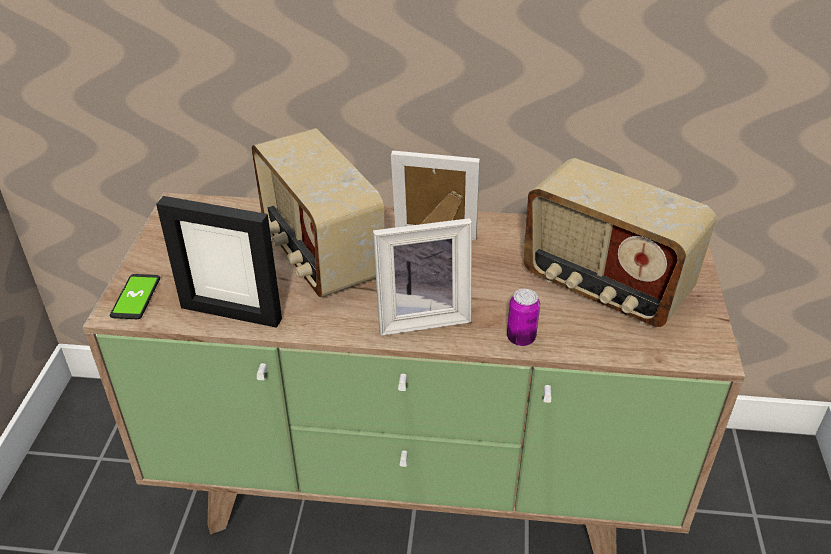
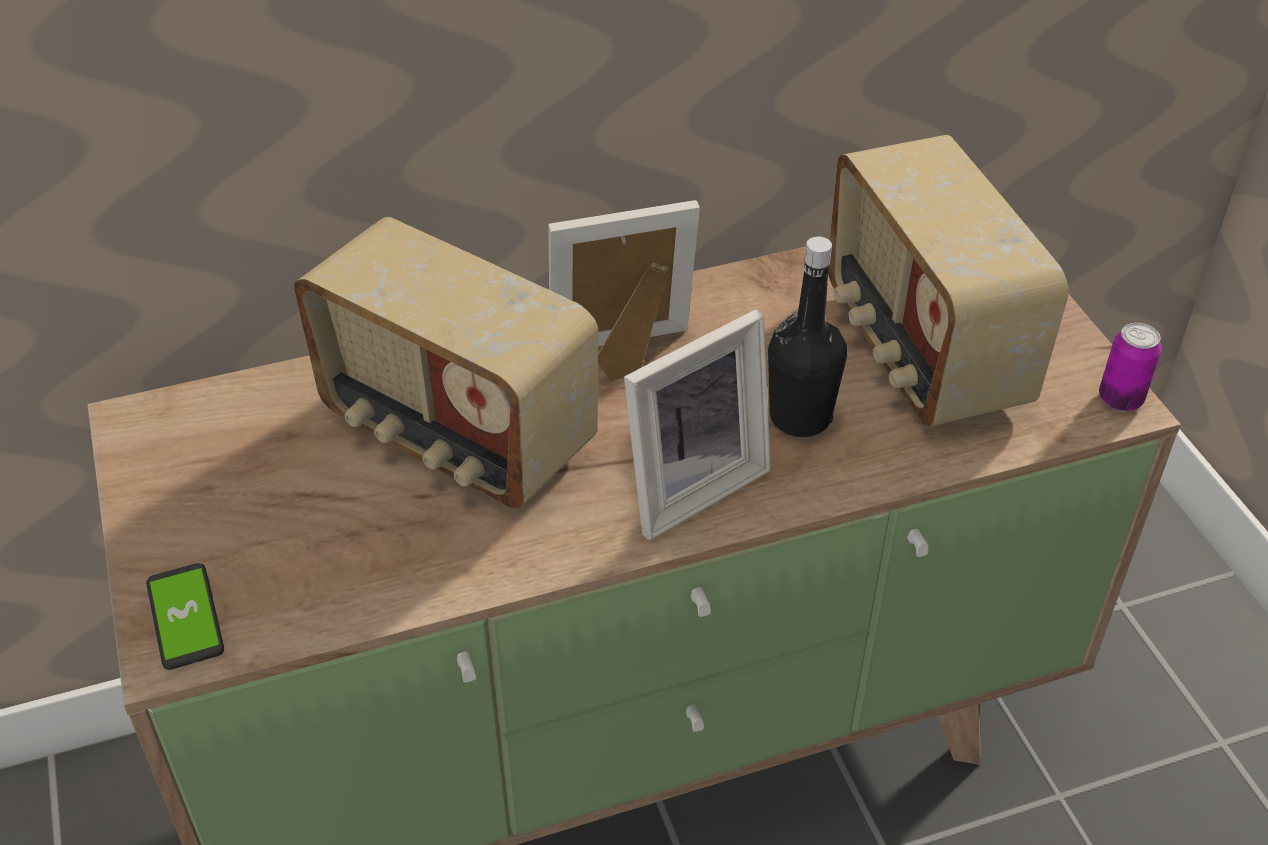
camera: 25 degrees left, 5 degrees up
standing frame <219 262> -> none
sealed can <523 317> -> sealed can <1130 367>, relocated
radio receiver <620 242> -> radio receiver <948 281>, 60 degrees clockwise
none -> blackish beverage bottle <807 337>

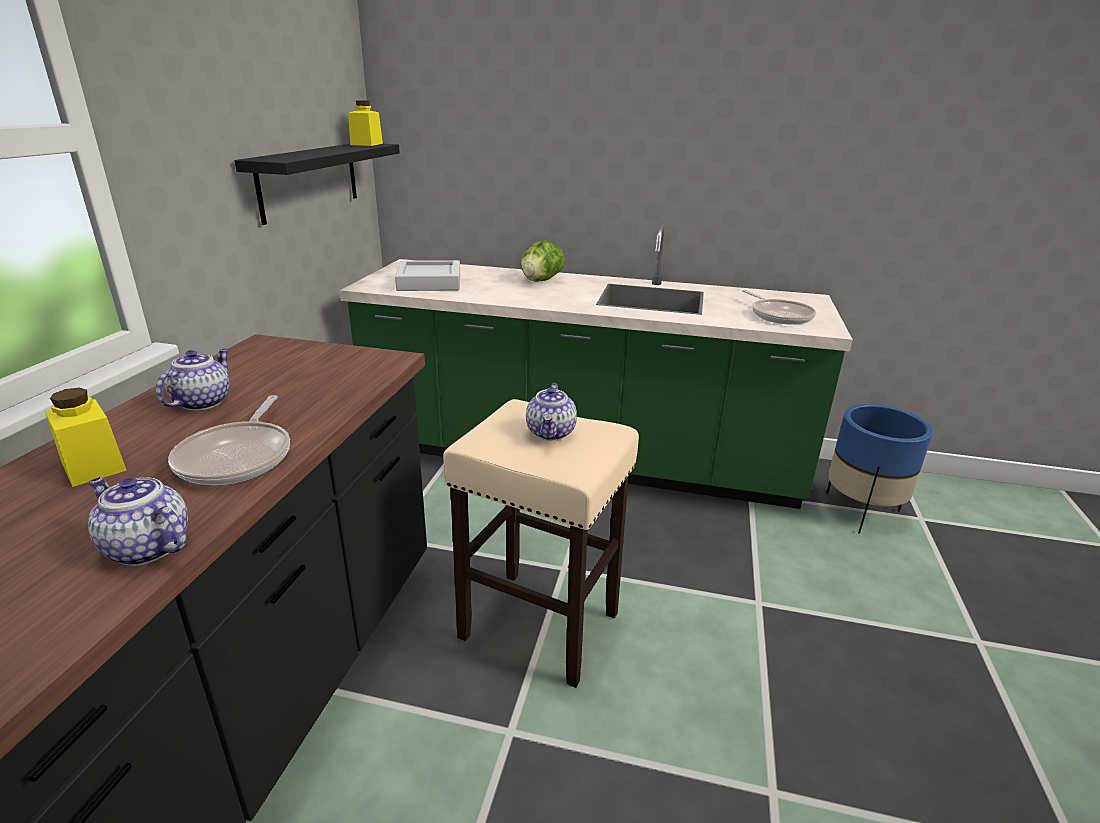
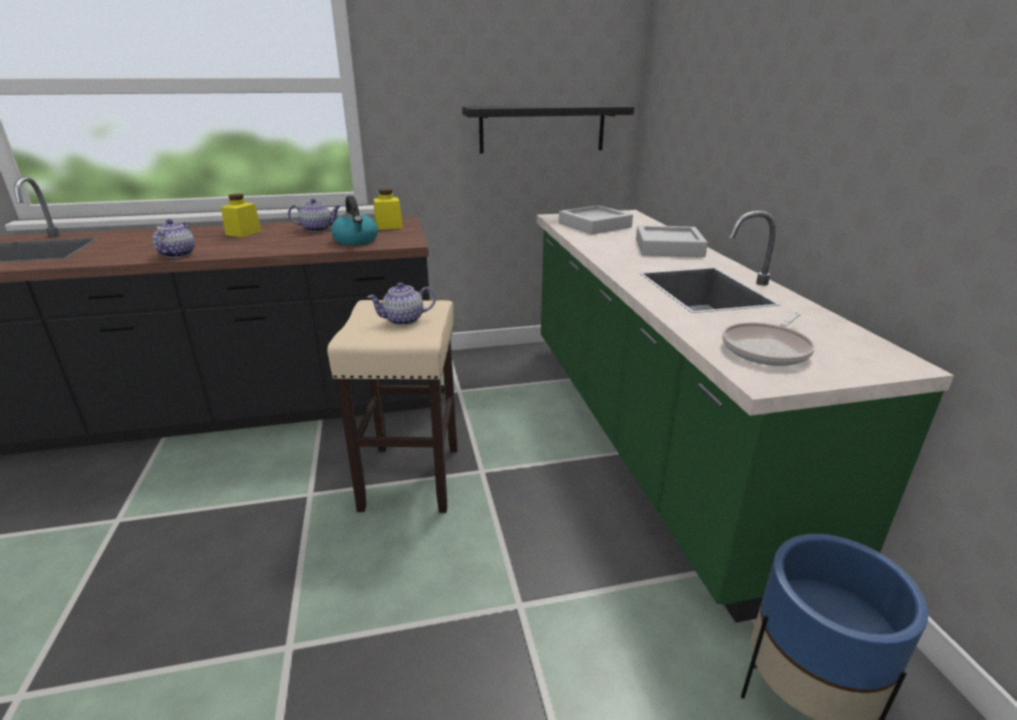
camera: 65 degrees right, 0 degrees up
skillet <229 440> -> none
yellow storage jar <365 123> -> yellow storage jar <388 209>, relocated
lettuce <543 261> -> gray carrying tray <672 241>
none -> water kettle <354 220>

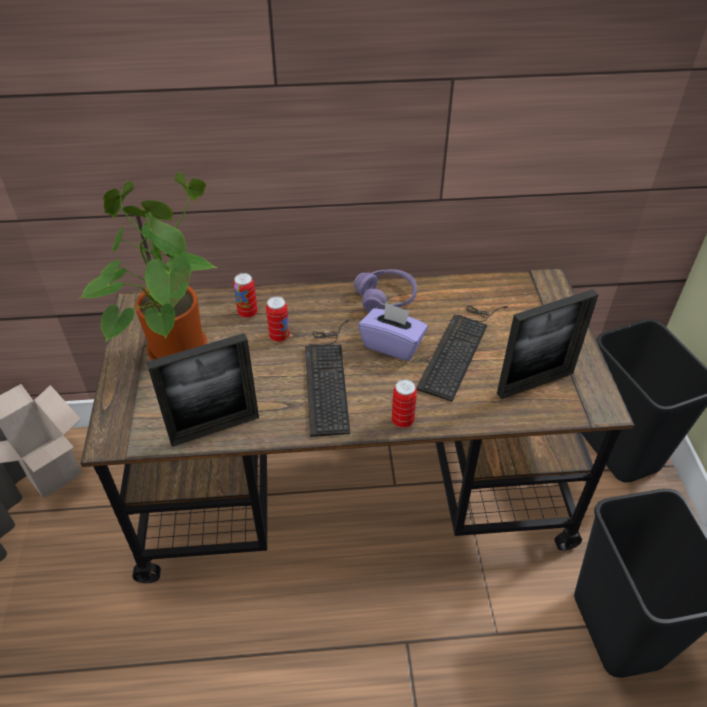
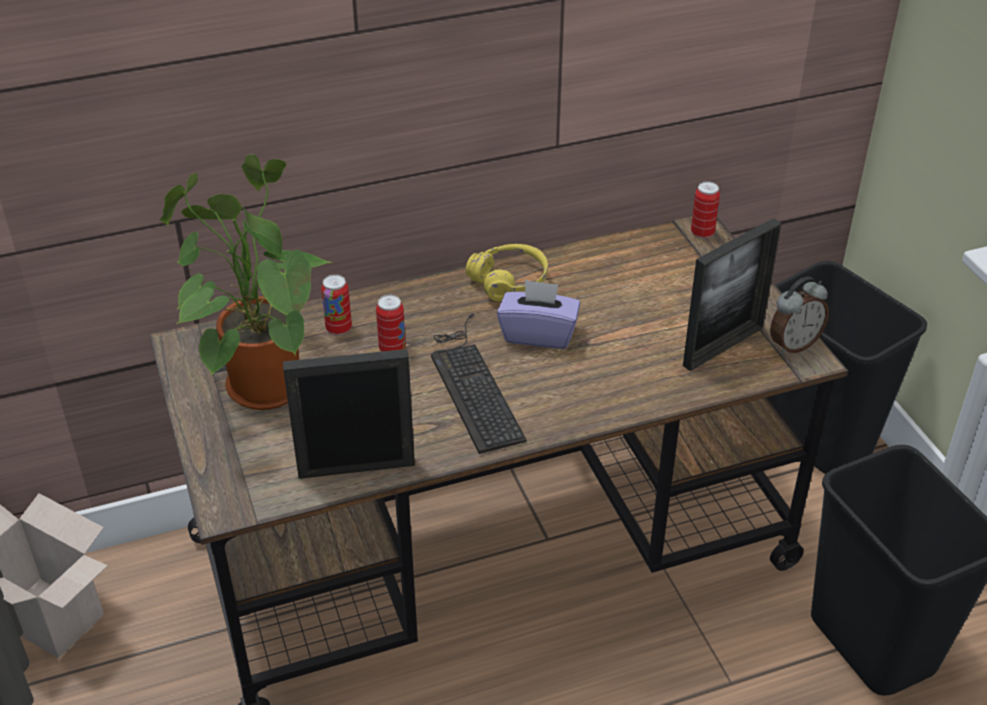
camera: 15 degrees left, 5 degrees down
standing frame <202 390> -> standing frame <349 414>, 150 degrees counterclockwise
purple headset <385 290> -> yellow headset <507 272>
sealed can <404 403> -> sealed can <705 210>, relocated
PC keyboard <462 353> -> none
none -> alarm clock <799 315>

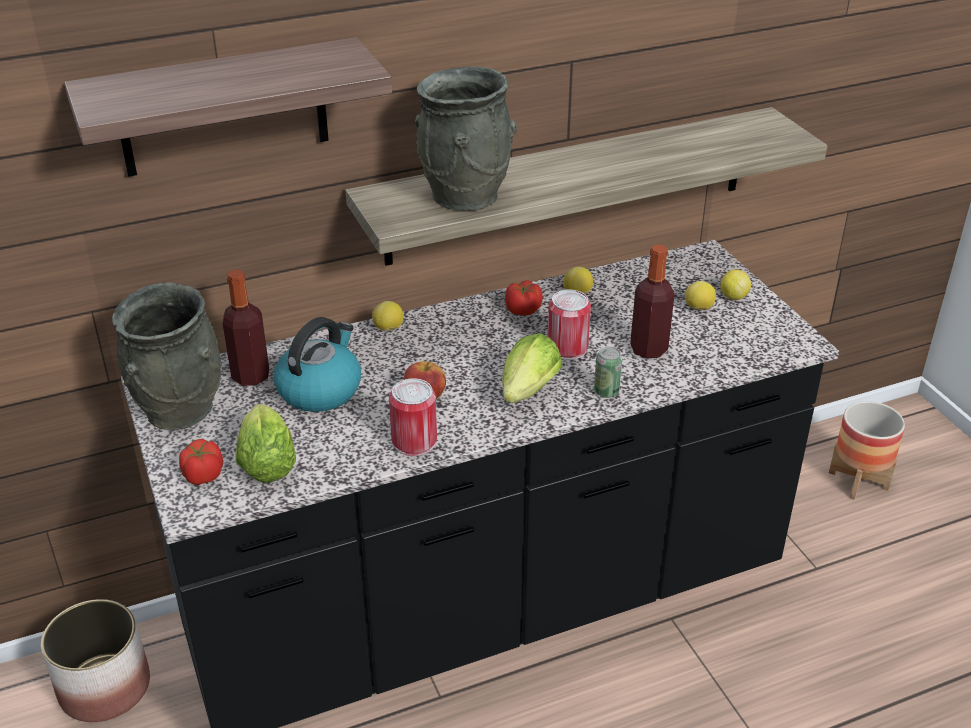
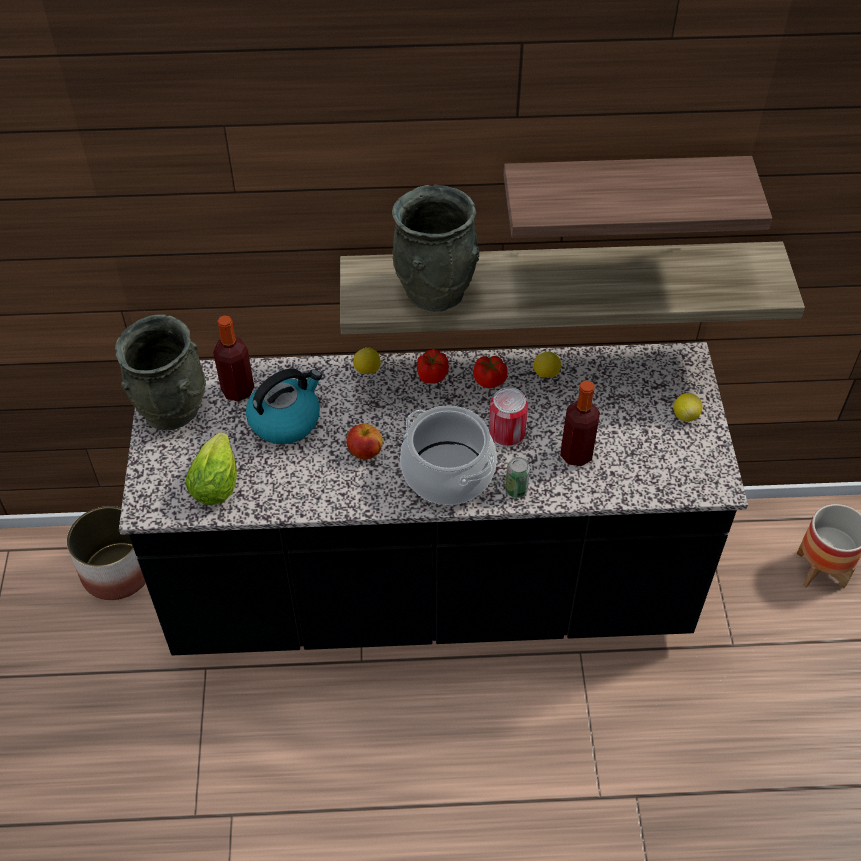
camera: 20 degrees right, 15 degrees up
bracket shelf <228 107> -> bracket shelf <637 197>, relocated
whole tomato <201 462> -> whole tomato <433 366>, relocated
sealed can <413 417> -> none
lettuce <532 368> -> cooking pot <448 455>
lemon <700 295> -> none

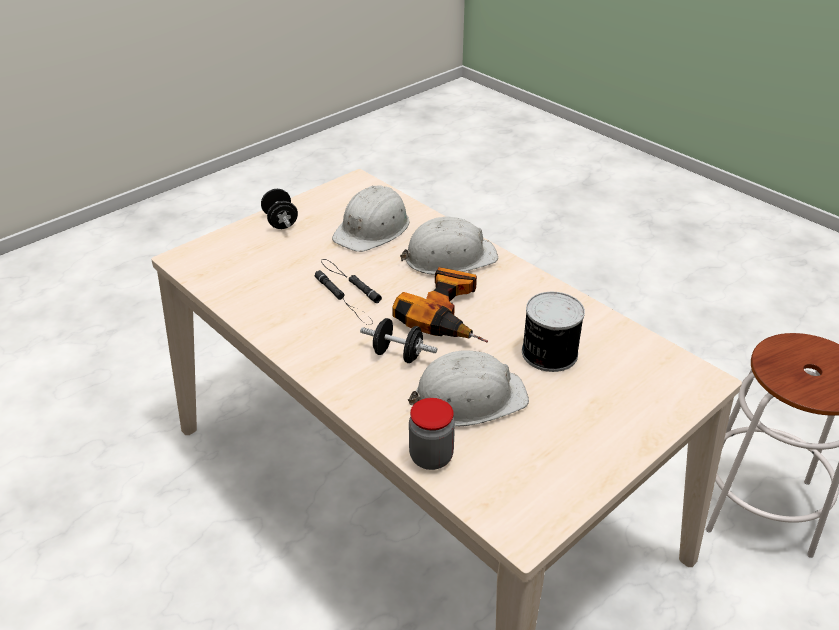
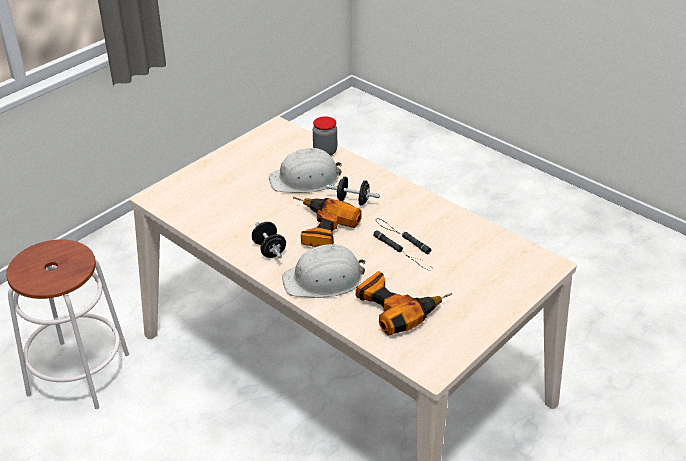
camera: 175 degrees right, 0 degrees up
blackish hand weight <279 209> -> blackish hand weight <269 240>, relocated
white-coloured work helmet <371 218> -> drill <404 303>
sealed can <553 332> -> none

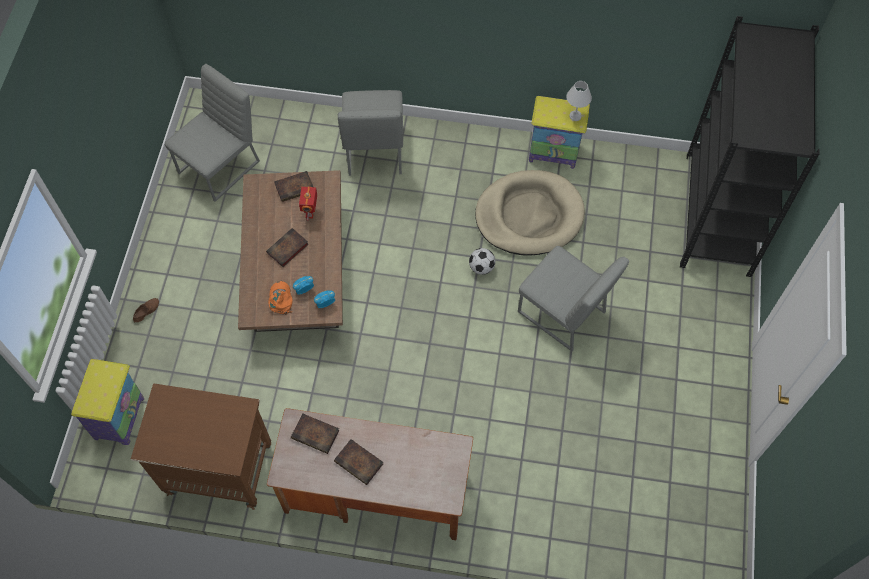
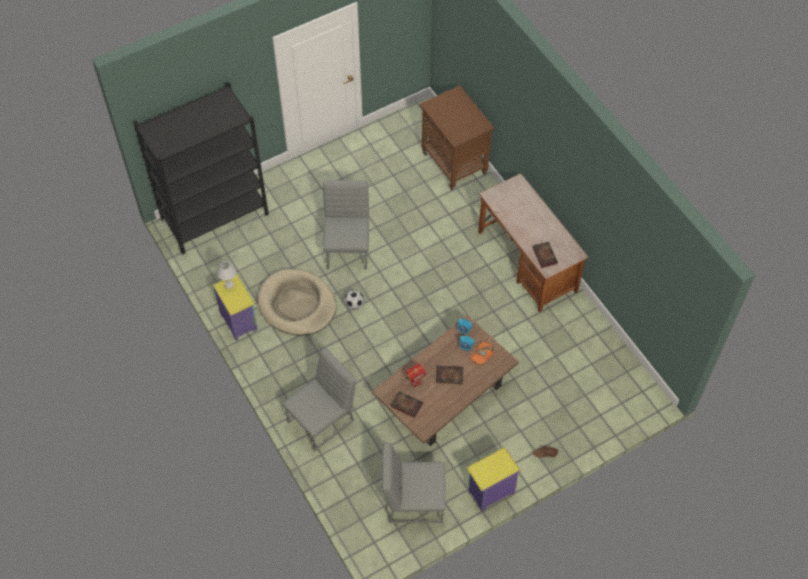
camera: 130 degrees left, 5 degrees down
nightstand <107 402> -> nightstand <493 479>, relocated
brown cart <201 446> -> brown cart <457 138>, relocated
book <358 462> -> none

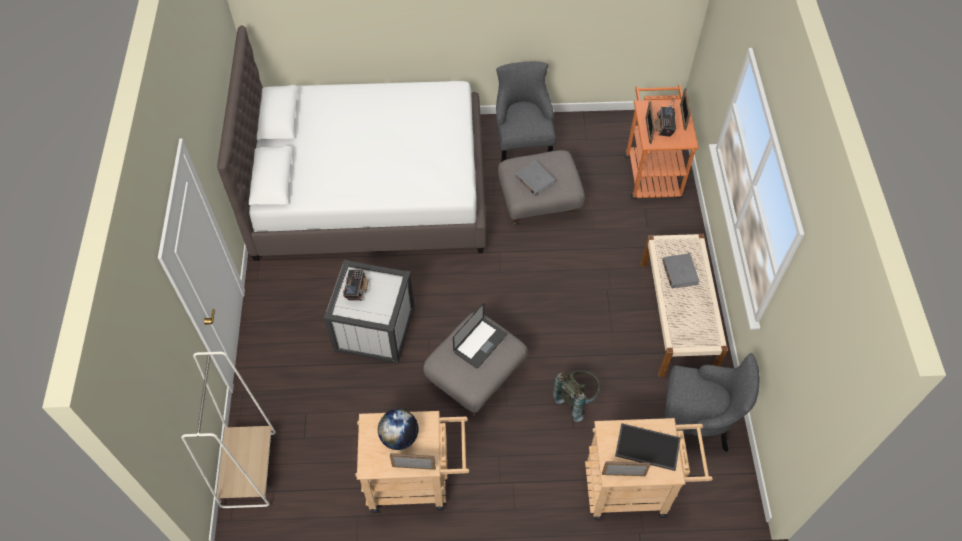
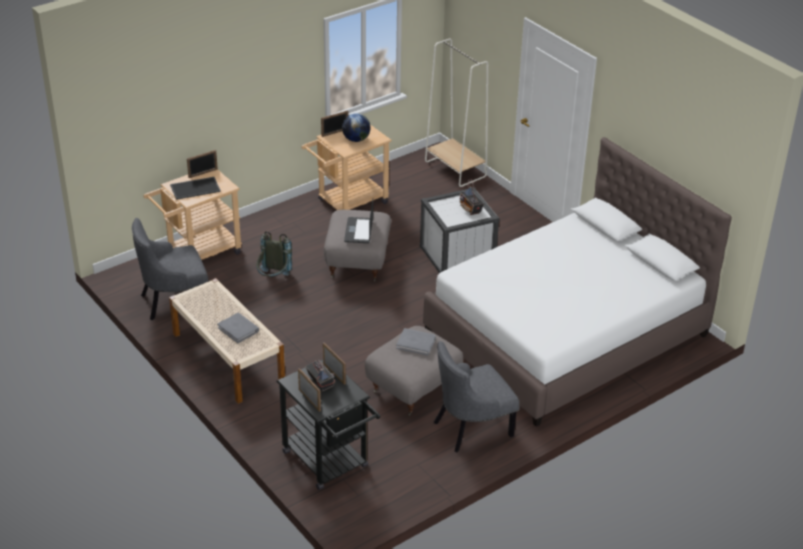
camera: 145 degrees right, 20 degrees down
gray lounge chair <526 112> -> gray lounge chair <477 397>, 105 degrees clockwise
orange-coloured cart <661 142> -> blackish cart <328 424>

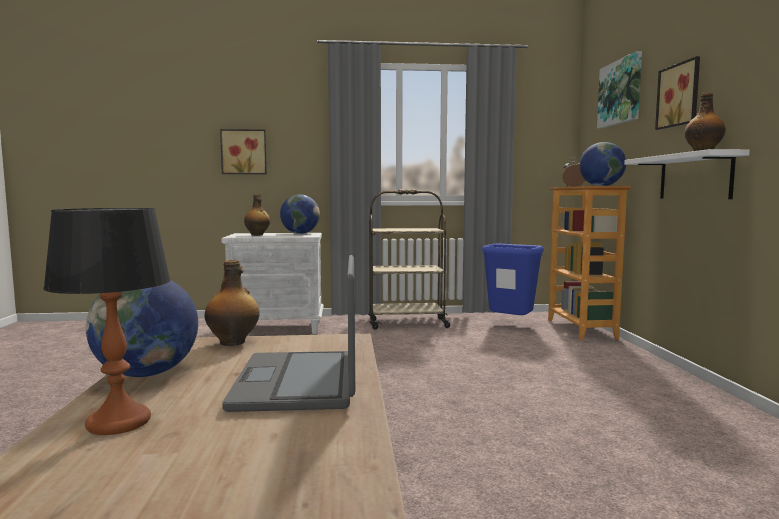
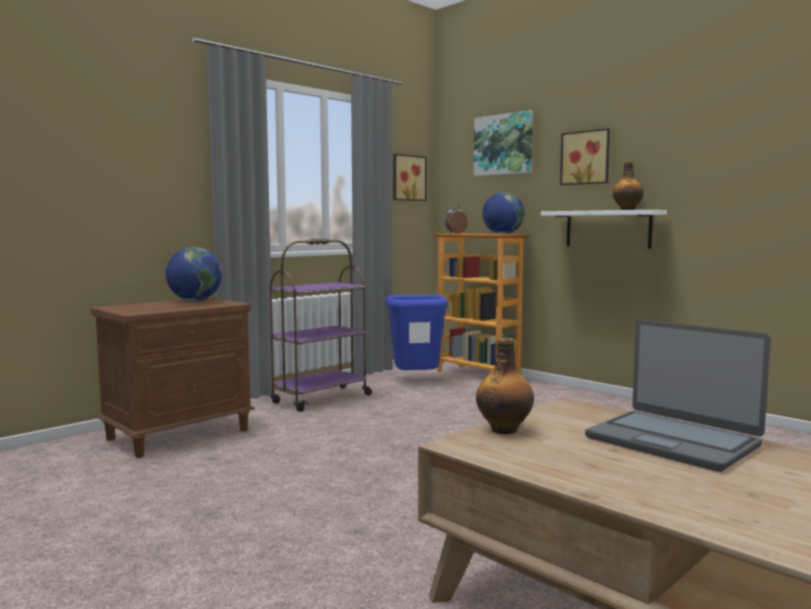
camera: 40 degrees left, 0 degrees up
lamp for a table <107 321> -> none
desk globe <142 329> -> none
wall art <243 151> -> wall art <410 177>, relocated
white-coloured nightstand <272 283> -> brown nightstand <173 377>
beverage bottle <257 215> -> none
beige cart <409 259> -> purple cart <321 325>

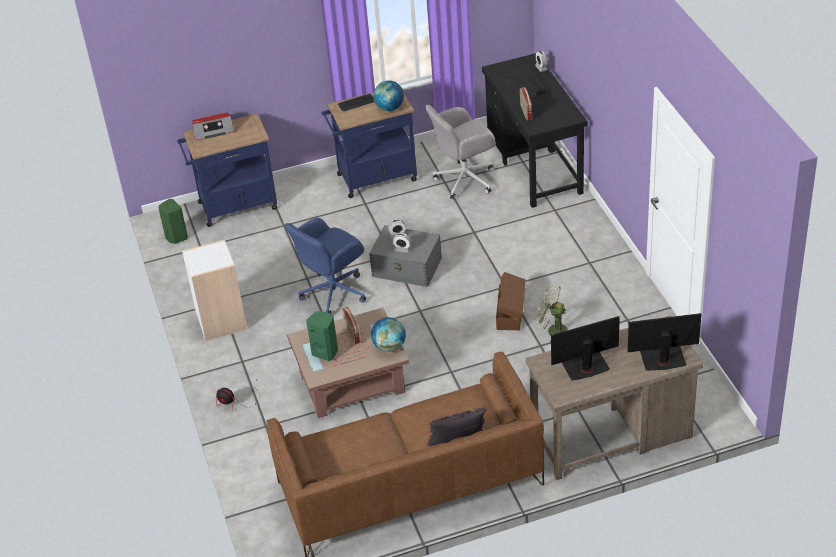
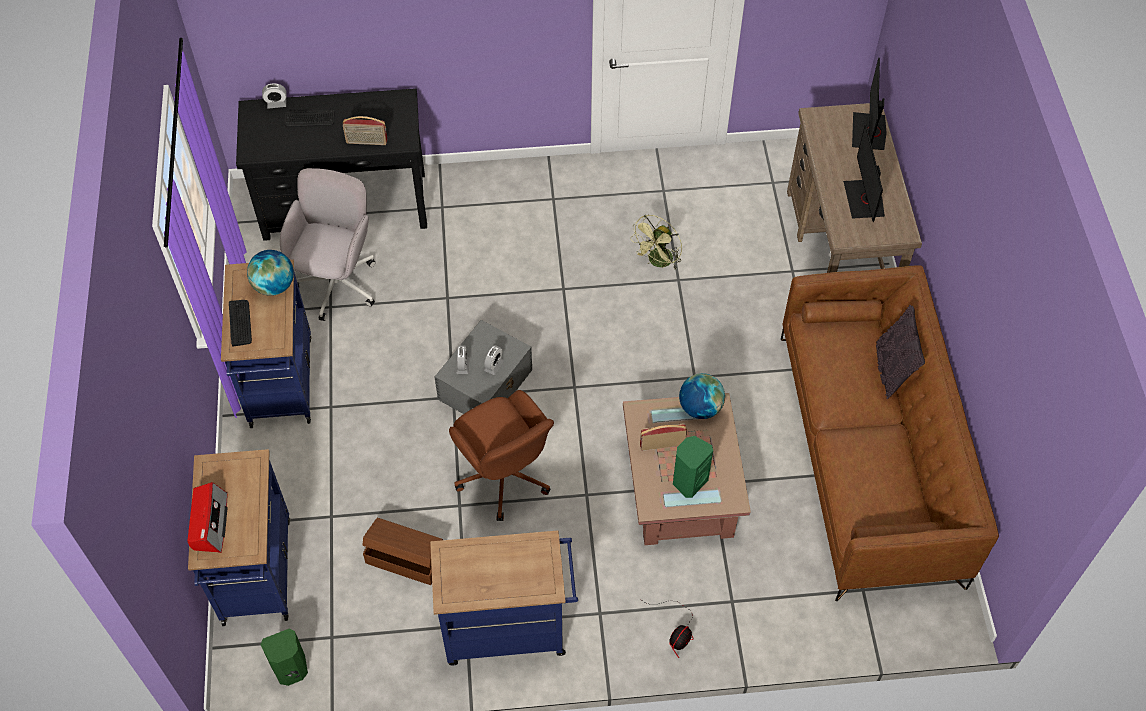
camera: 80 degrees left, 15 degrees up
bookshelf <214 290> -> blue-coloured cart <504 598>
blue-coloured desk chair <325 266> -> brown desk chair <501 455>
gray desk chair <460 152> -> gray desk chair <328 244>, 150 degrees counterclockwise
brown storage bin <511 301> -> brown storage bin <402 551>, relocated

